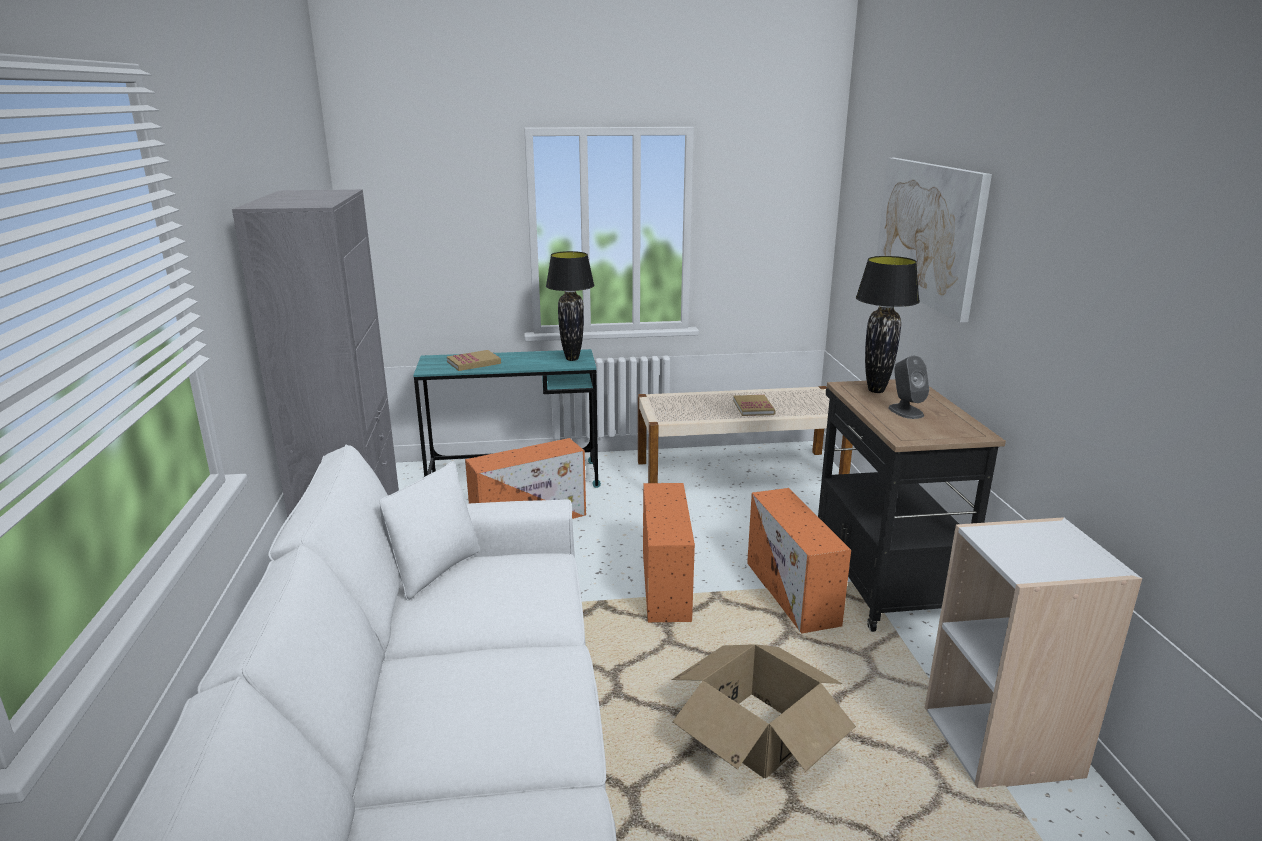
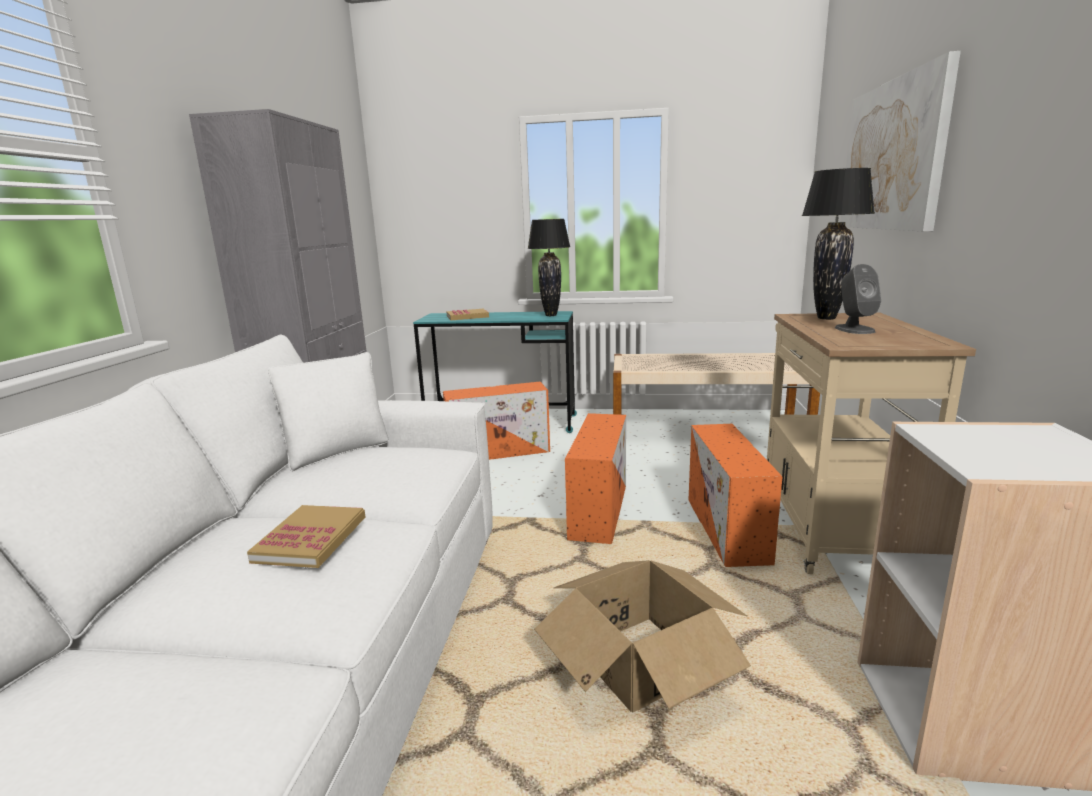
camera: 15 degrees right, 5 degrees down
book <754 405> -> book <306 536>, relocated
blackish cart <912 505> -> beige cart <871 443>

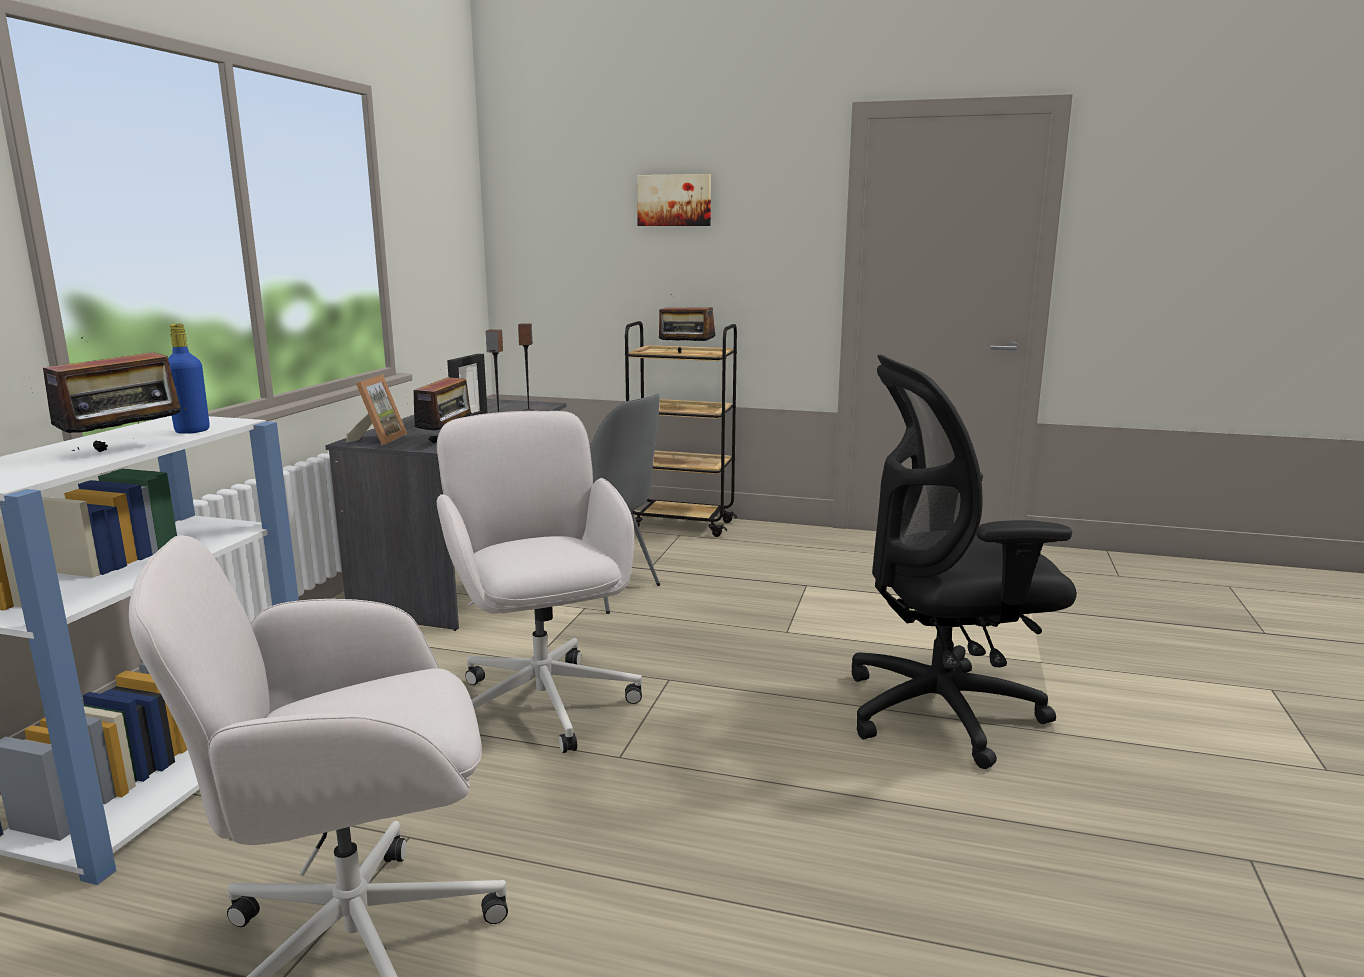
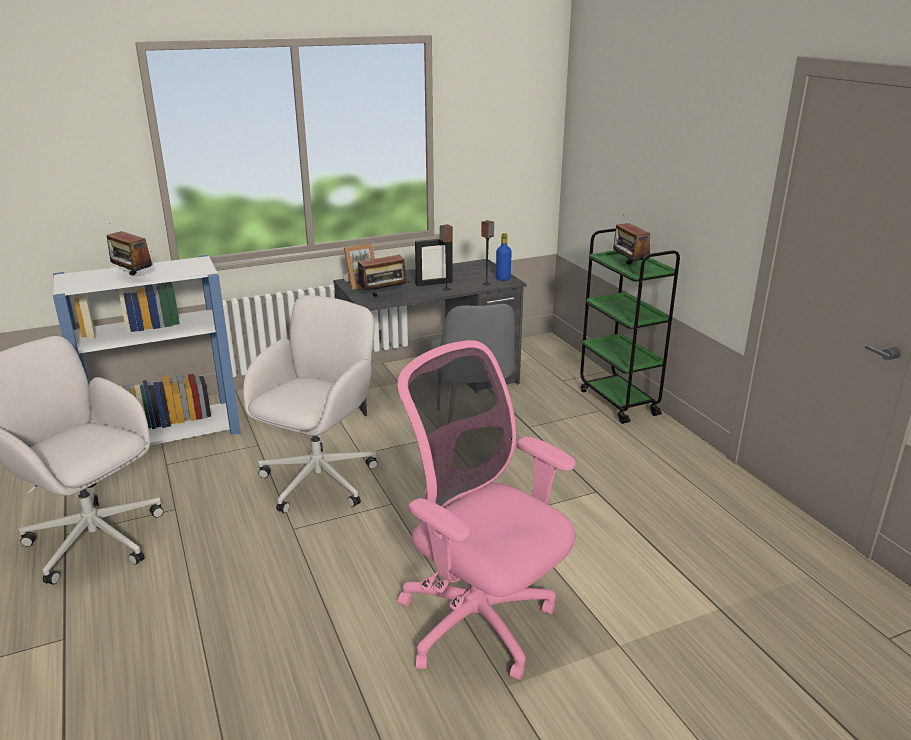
camera: 50 degrees right, 10 degrees up
radio receiver <115 394> -> radio receiver <129 248>, 45 degrees clockwise
blue-coloured beverage bottle <189 379> -> blue-coloured beverage bottle <504 257>, relocated
brown cart <681 429> -> green-coloured cart <630 326>
wall art <674 200> -> none
blackish desk chair <964 562> -> pink-coloured desk chair <486 510>

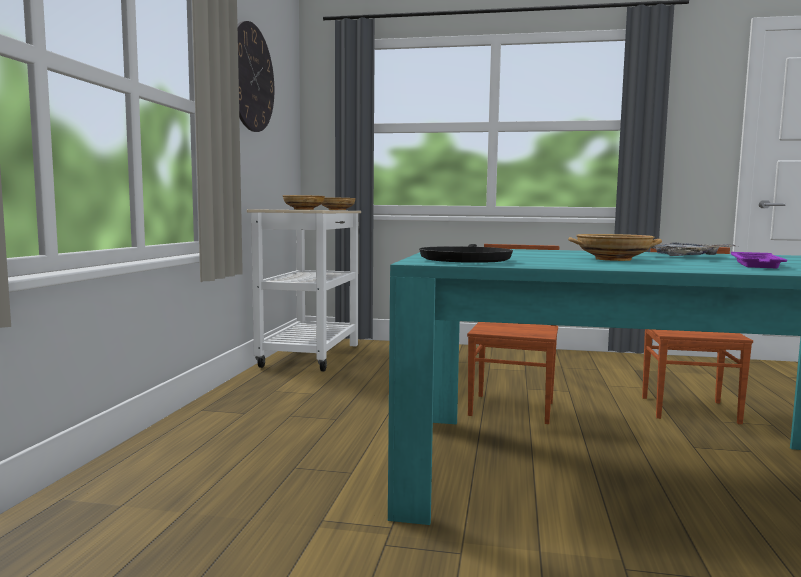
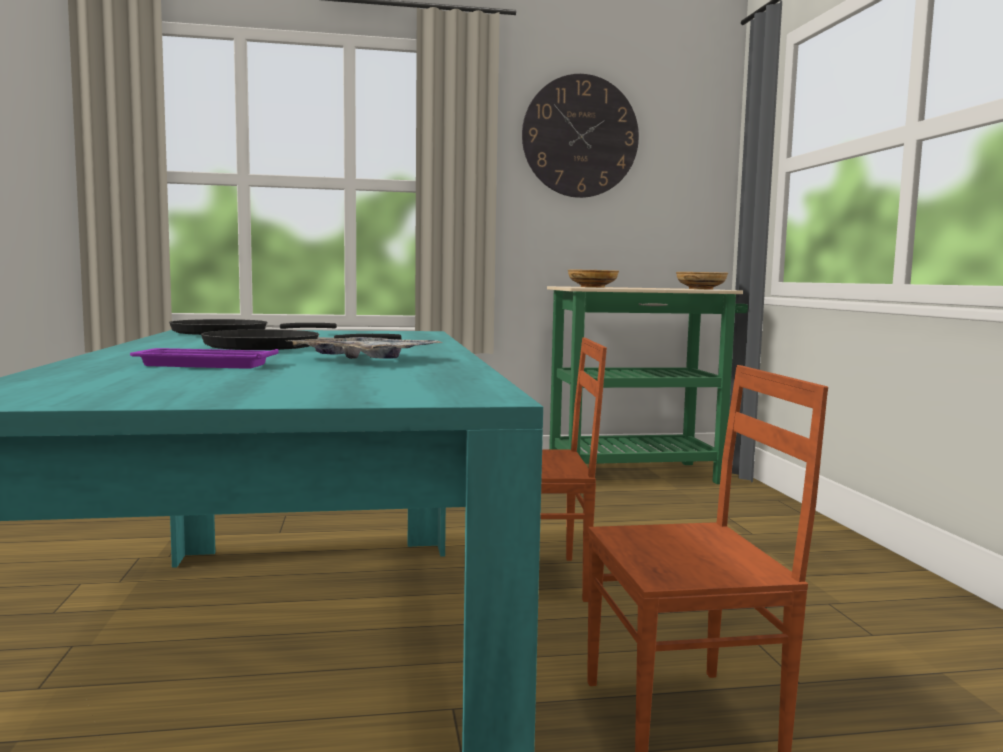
camera: 70 degrees right, 0 degrees up
white-coloured cart <304 290> -> green-coloured cart <647 385>
beige serving bowl <615 247> -> blackish skillet <301 339>

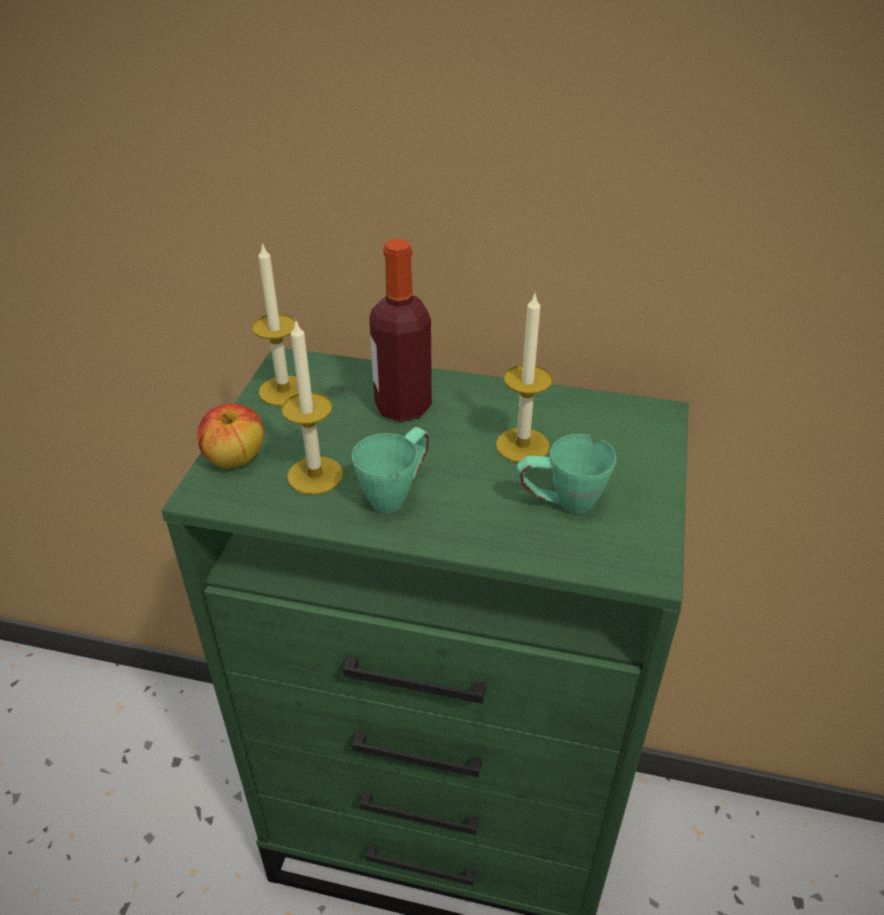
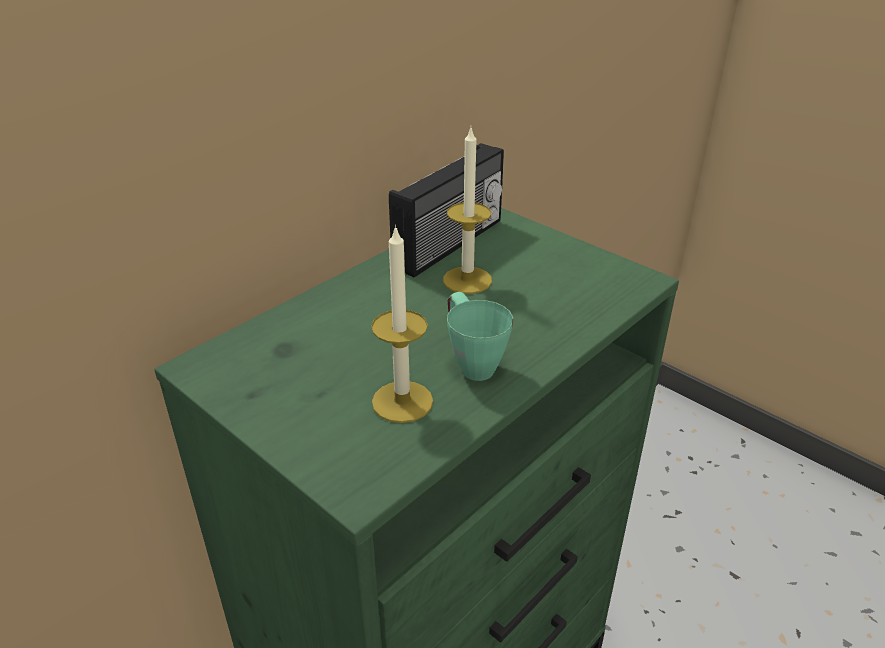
camera: 60 degrees left, 5 degrees down
apple <230 436> -> none
wax candle <275 324> -> none
beverage bottle <400 330> -> none
green-coloured mug <566 474> -> none
none -> radio receiver <446 210>

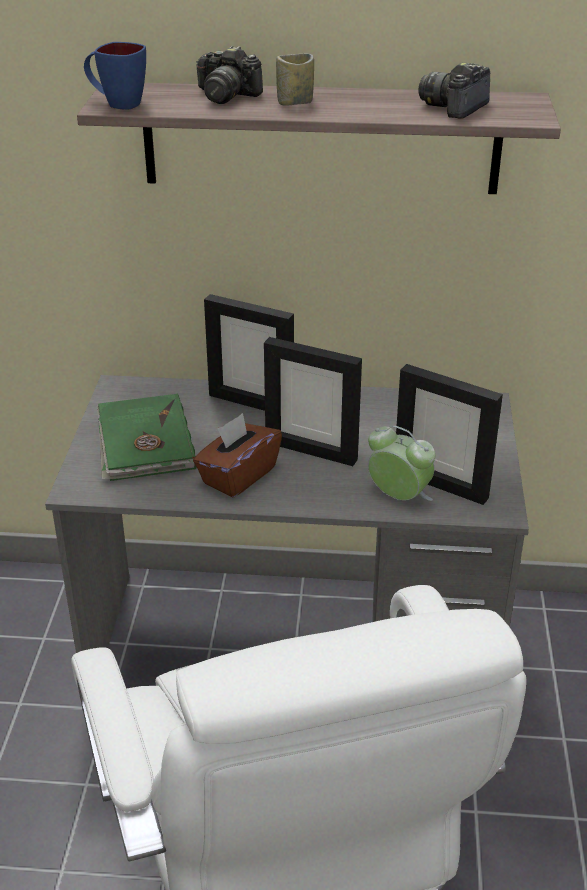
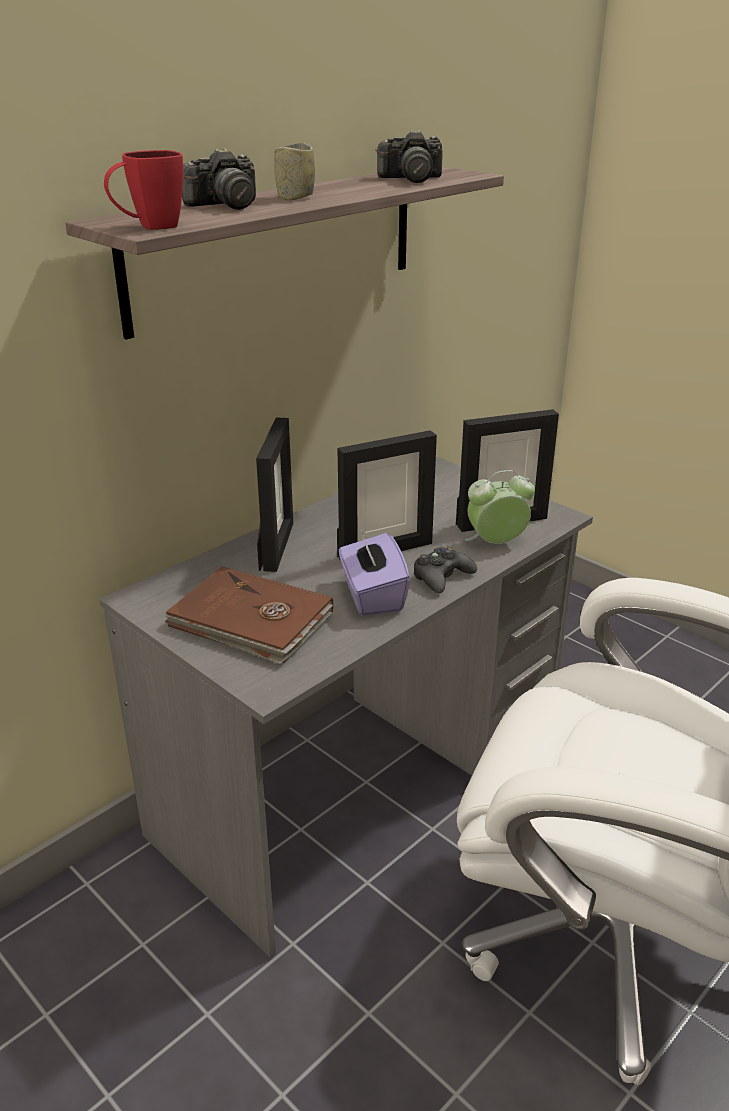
camera: 50 degrees left, 5 degrees down
blue-coloured mug <115 76> -> red mug <143 190>
green-coloured book <146 437> -> brown book <249 615>
brown box of tissues <237 455> -> purple box of tissues <374 573>
standing frame <249 352> -> standing frame <274 495>, 60 degrees counterclockwise
photo camera <454 91> -> photo camera <409 156>, 75 degrees counterclockwise
none -> blackish gamepad <445 569>

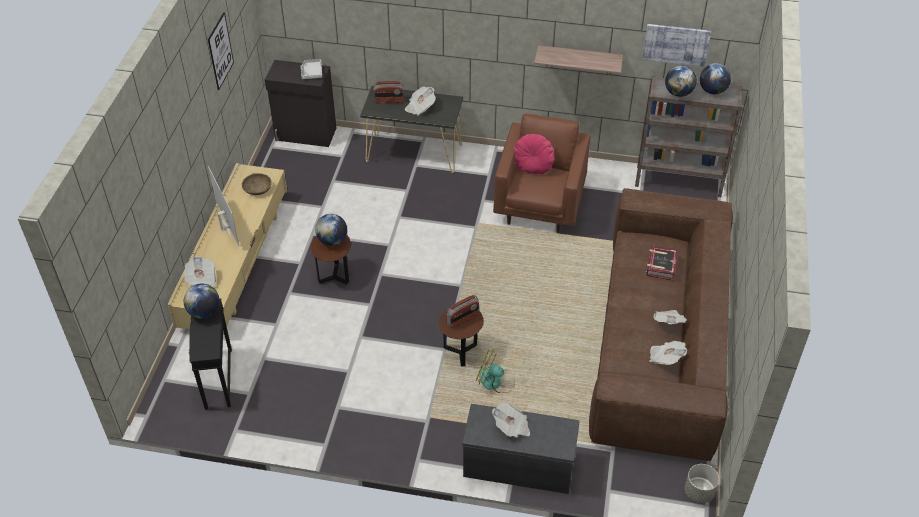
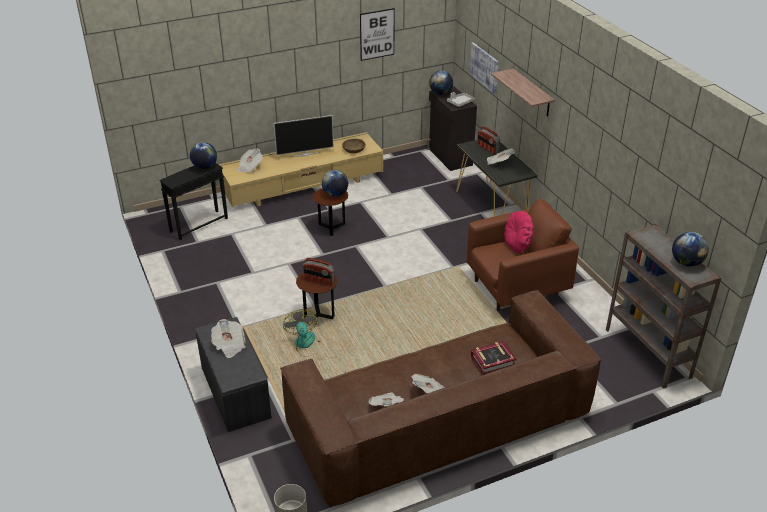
camera: 55 degrees right, 10 degrees down
TV <223 206> -> TV <304 136>, 45 degrees clockwise
bracket shelf <578 59> -> bracket shelf <523 93>, relocated
wall art <676 45> -> wall art <484 68>, relocated
desk globe <681 81> -> desk globe <441 83>, relocated

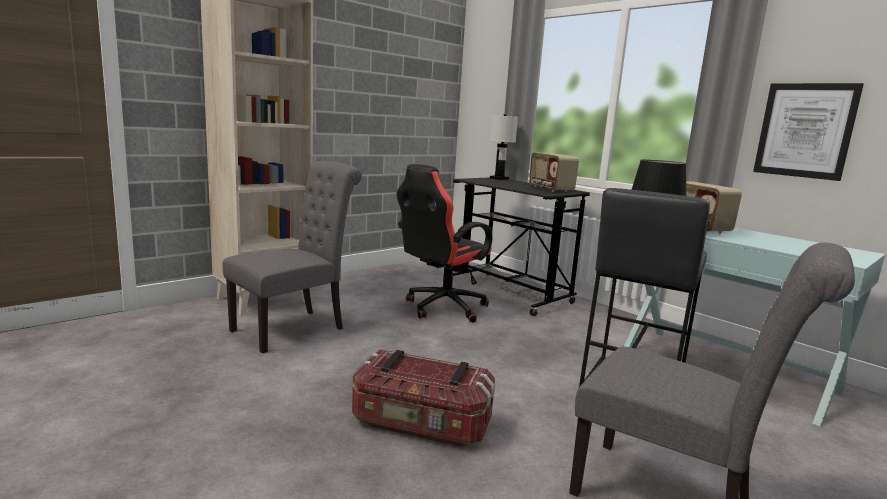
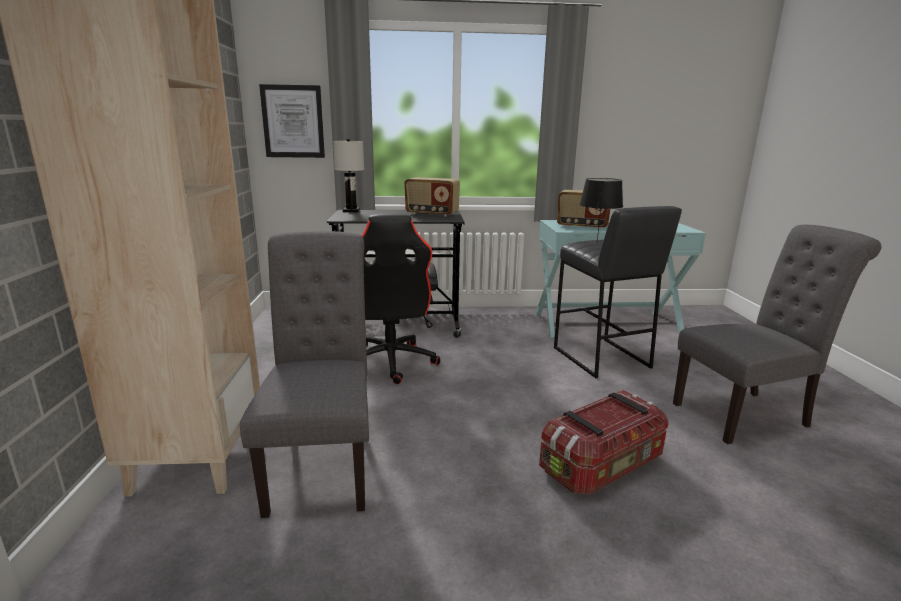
camera: 50 degrees left, 5 degrees up
wall art <808 132> -> wall art <292 121>, relocated

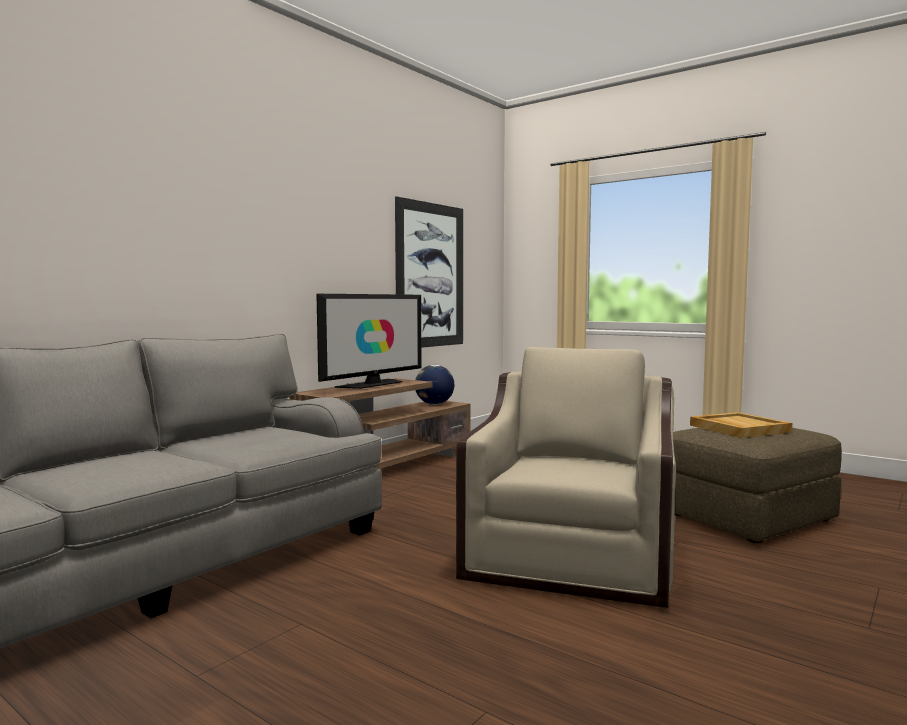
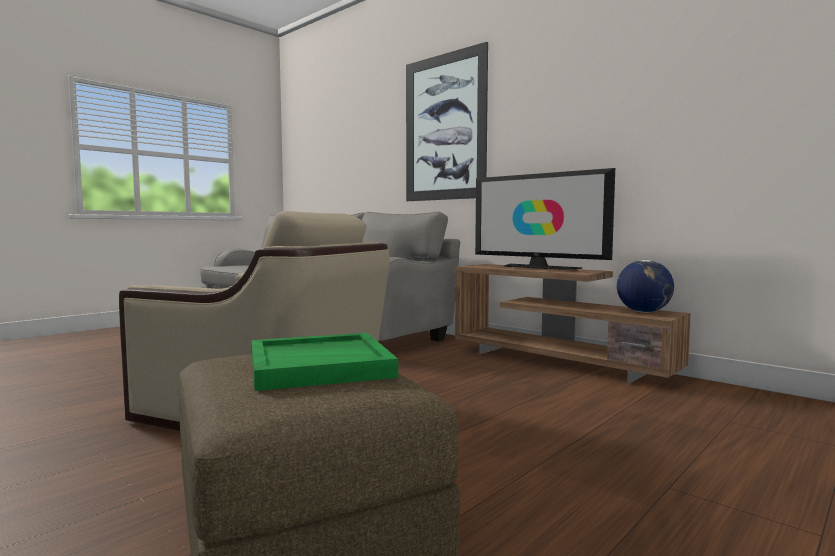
camera: 95 degrees right, 0 degrees up
wall art <429 272> -> wall art <447 121>, relocated
beige carrying tray <741 425> -> green-coloured carrying tray <324 362>

